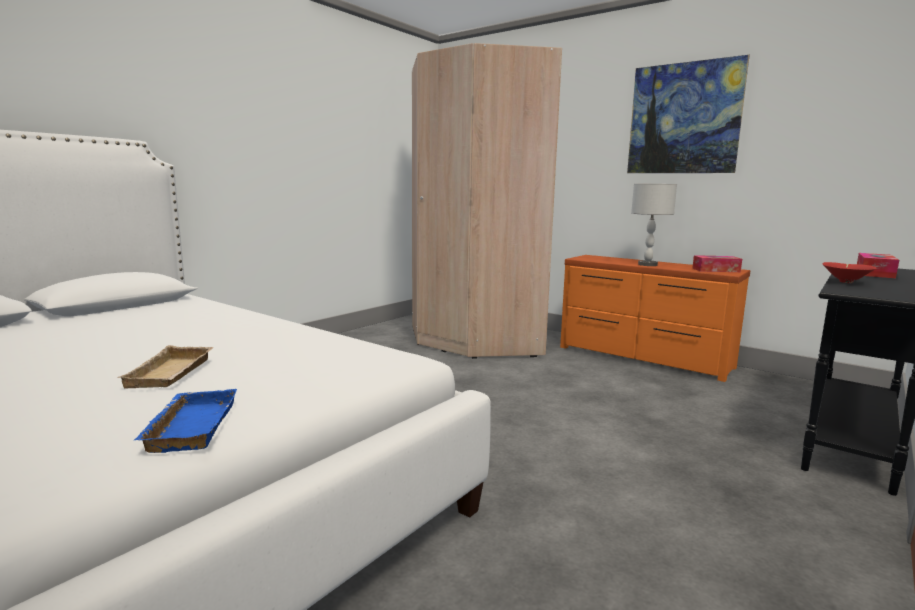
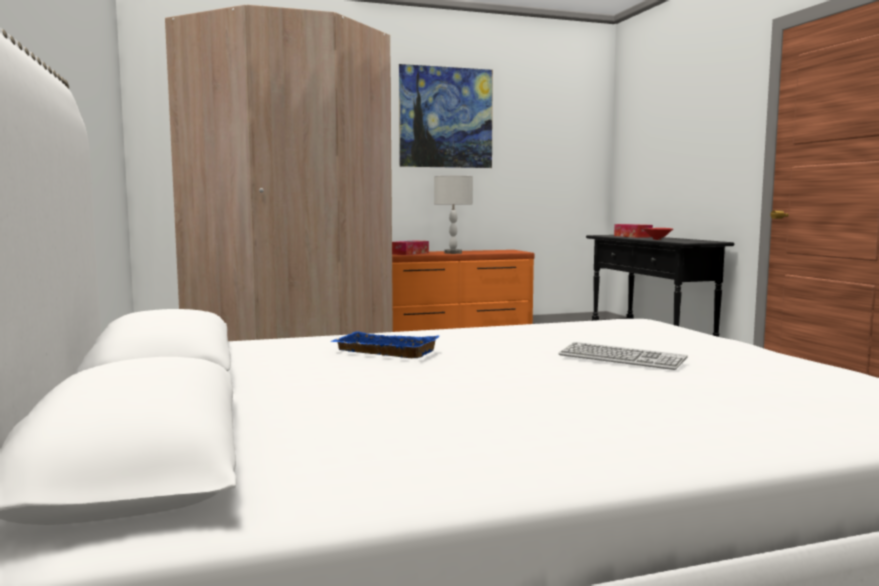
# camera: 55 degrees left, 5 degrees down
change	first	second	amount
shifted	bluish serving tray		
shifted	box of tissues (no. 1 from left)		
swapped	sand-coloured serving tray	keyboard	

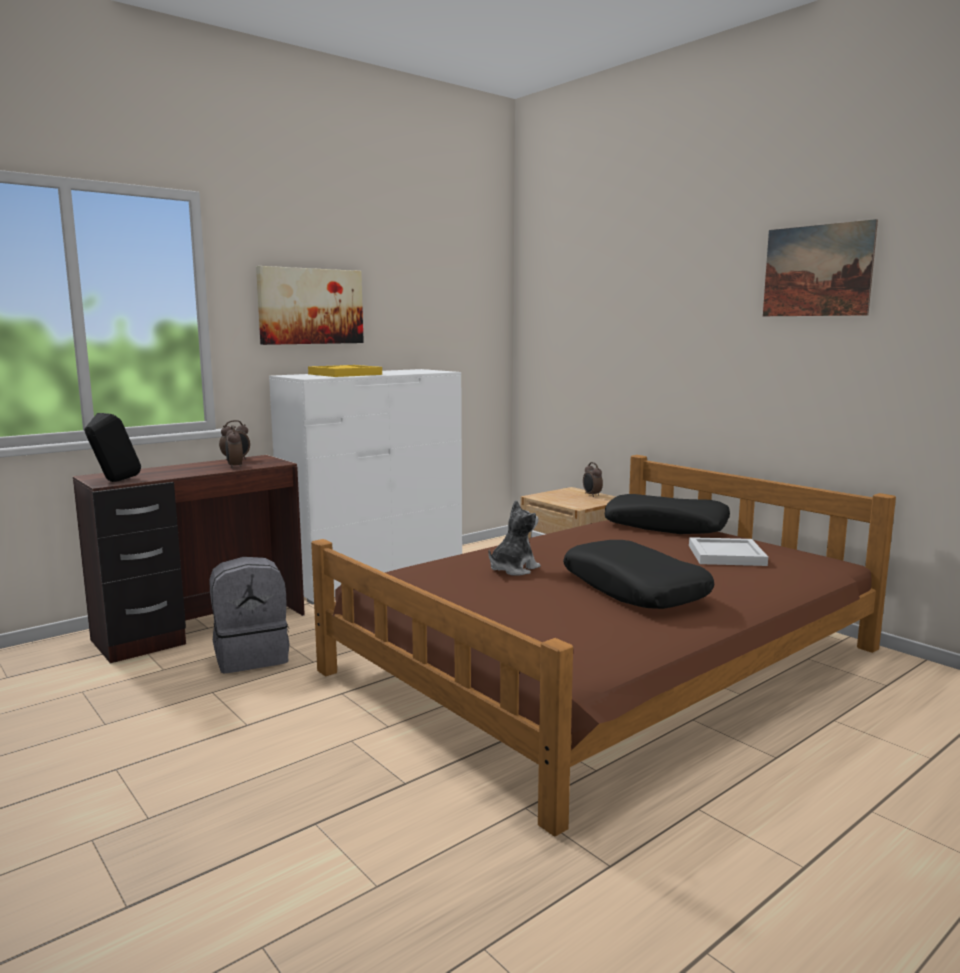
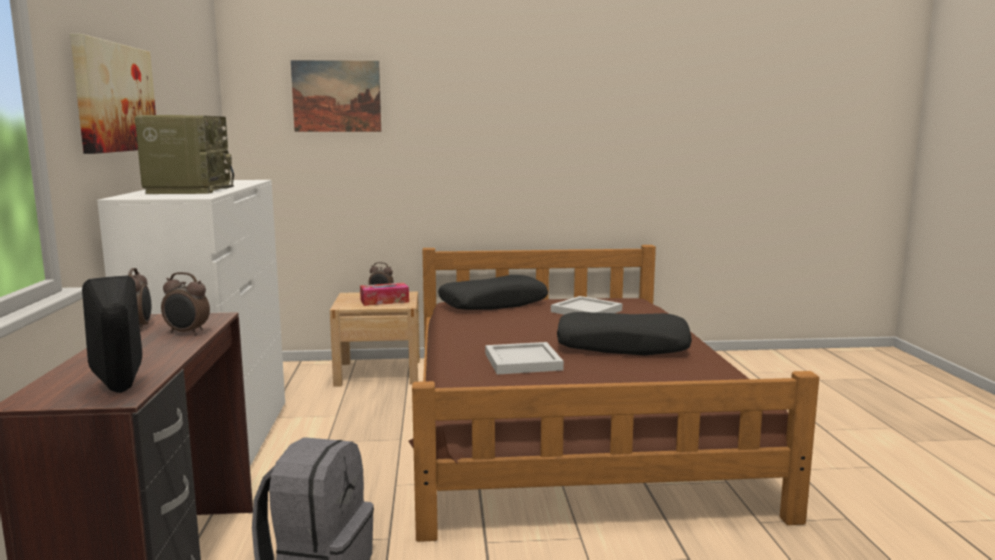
# camera: 55 degrees left, 0 degrees up
change	first	second	amount
new		box of tissues	
shifted	picture (no. 2 from left)		
swapped	yellow-coloured serving tray	radio set	
swapped	plush toy	white serving tray (no. 1 from left)	

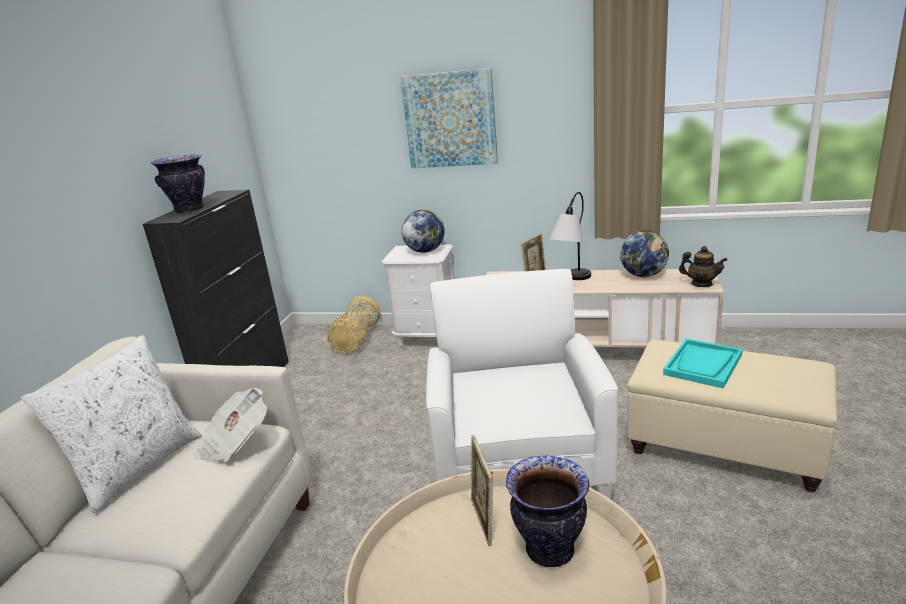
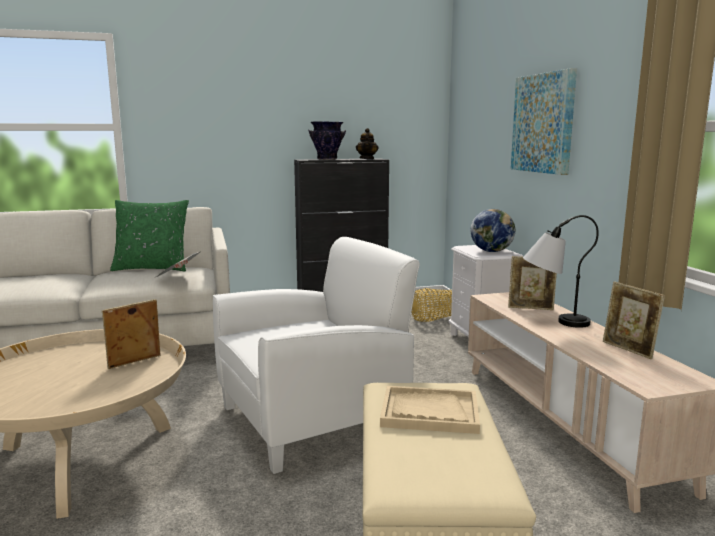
# camera: 60 degrees right, 10 degrees down
change	first	second	amount
gone	decorative vase (no. 2 from left)		
shifted	teapot		
swapped	globe (no. 2 from left)	standing frame (no. 3 from left)	
repainted	white pillow	green-coloured pillow	
repainted	turquoise serving tray	sand-coloured serving tray	

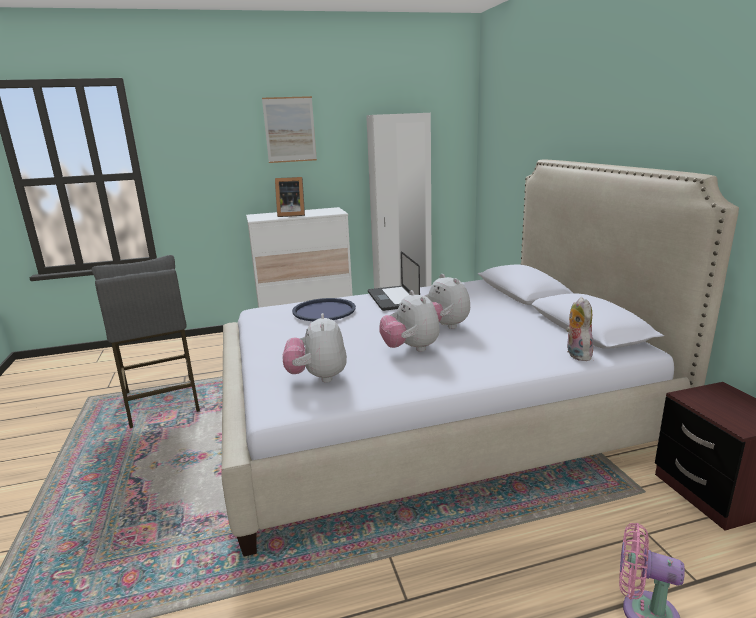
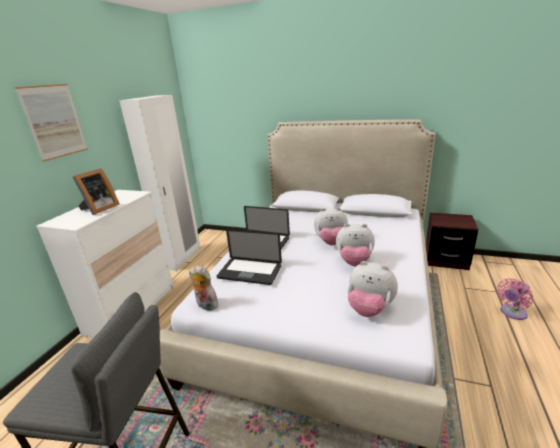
# camera: 55 degrees left, 5 degrees up
change	first	second	amount
shifted	plush toy (no. 4 from left in the first image)	plush toy (no. 1 from left)	
swapped	bluish serving tray	laptop (no. 1 from left)	

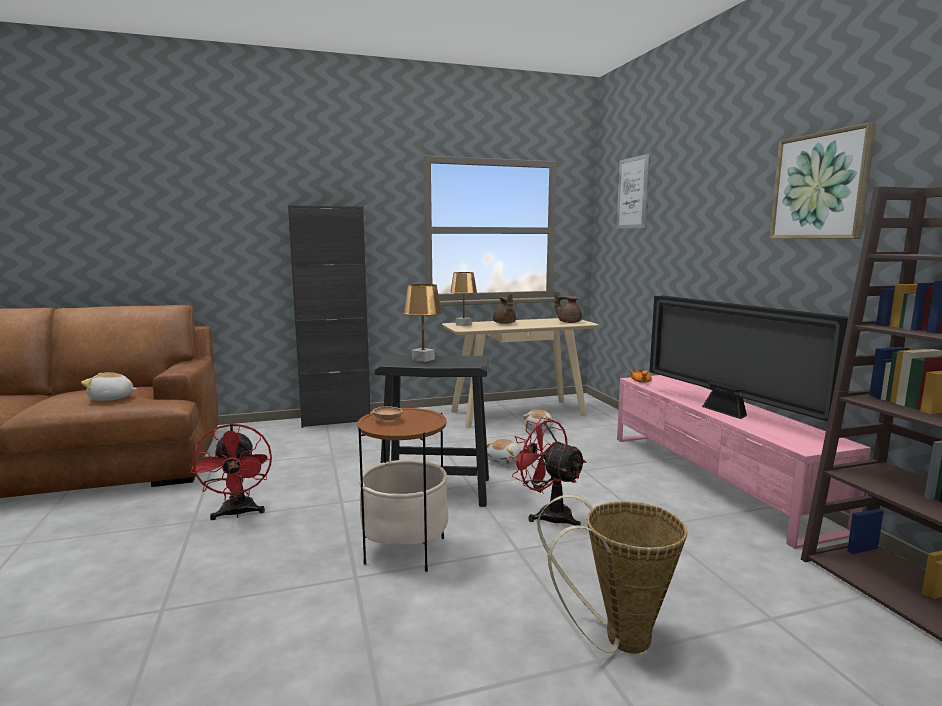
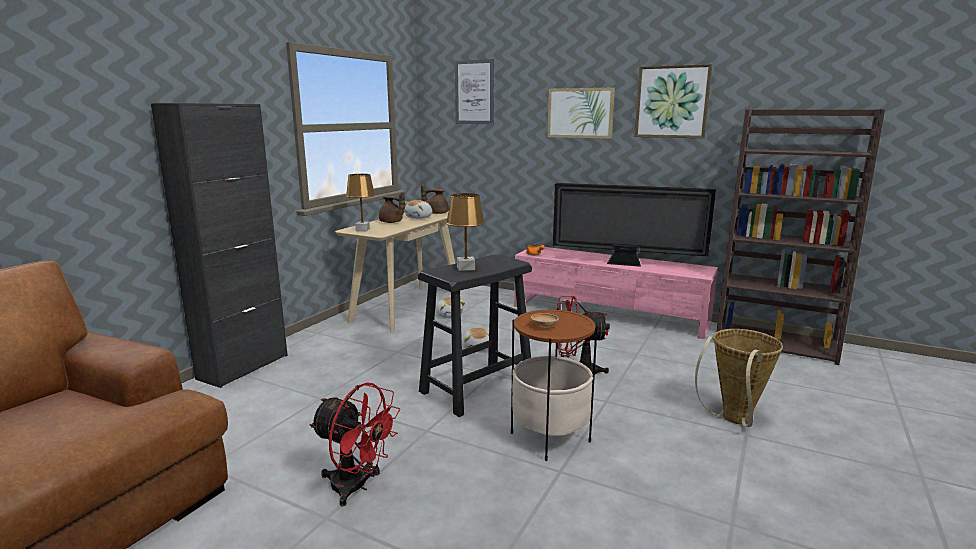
# camera: 45 degrees left, 5 degrees up
change	first	second	amount
new		picture (no. 2 from left)	
shifted	plush toy (no. 1 from left)		

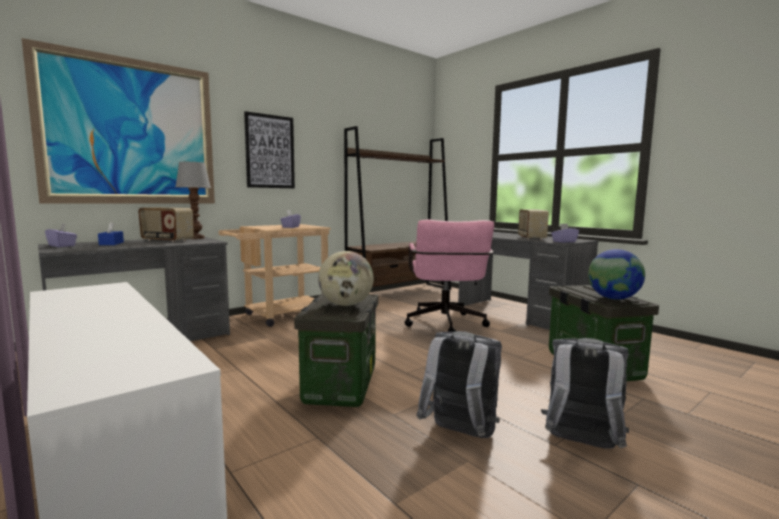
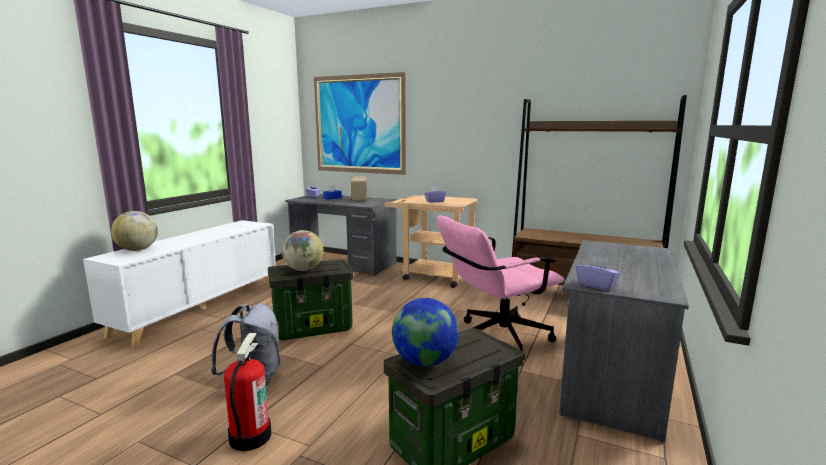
# camera: 65 degrees right, 5 degrees up
change	first	second	amount
gone	tabletop lamp		
gone	picture (no. 2 from left)		
gone	radio set (no. 2 from left)		
new		globe (no. 1 from left)	
swapped	greyish rucksack (no. 2 from left)	fire extinguisher	

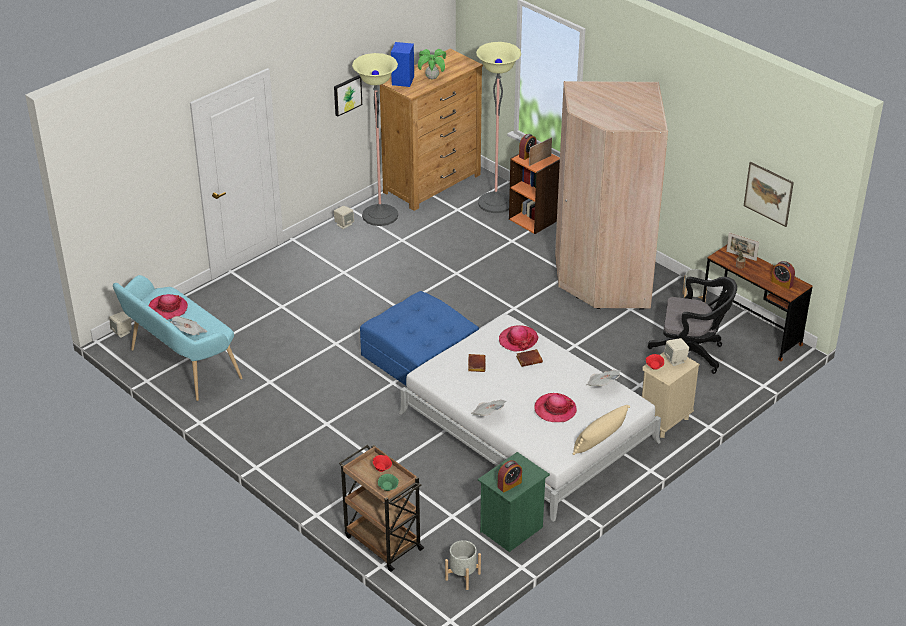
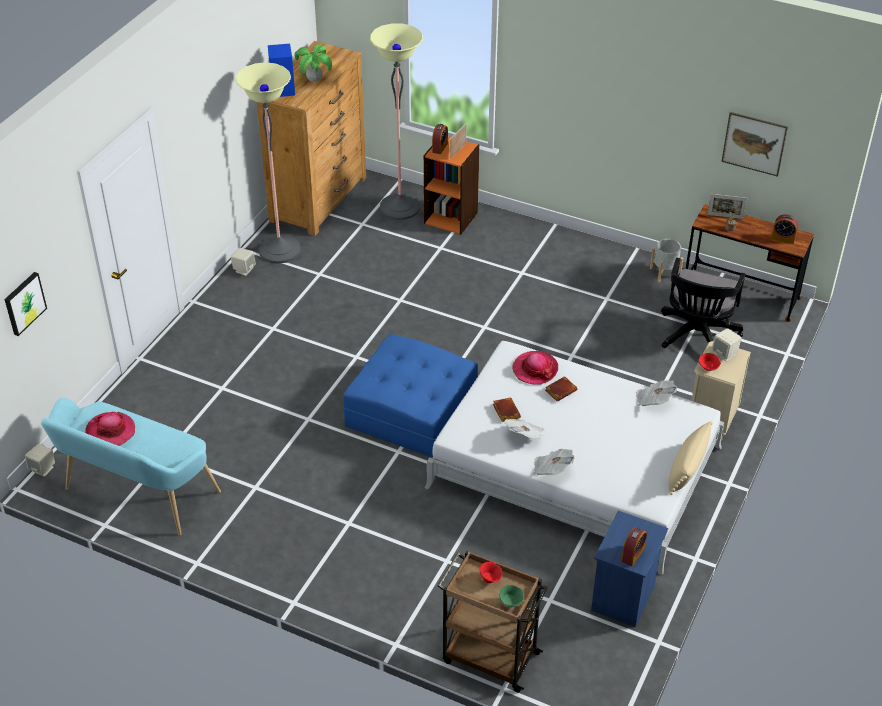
# camera: 20 degrees left, 5 degrees up
change	first	second	amount
gone	greyish plant pot (no. 1 from left)		
gone	wearable hat (no. 3 from left)		
gone	sand-coloured wardrobe		
shifted	printed paper (no. 1 from left)		
shifted	picture (no. 1 from left)		
repainted	green-coloured nightstand	bluish nightstand	
rotated	black desk chair		120 degrees clockwise

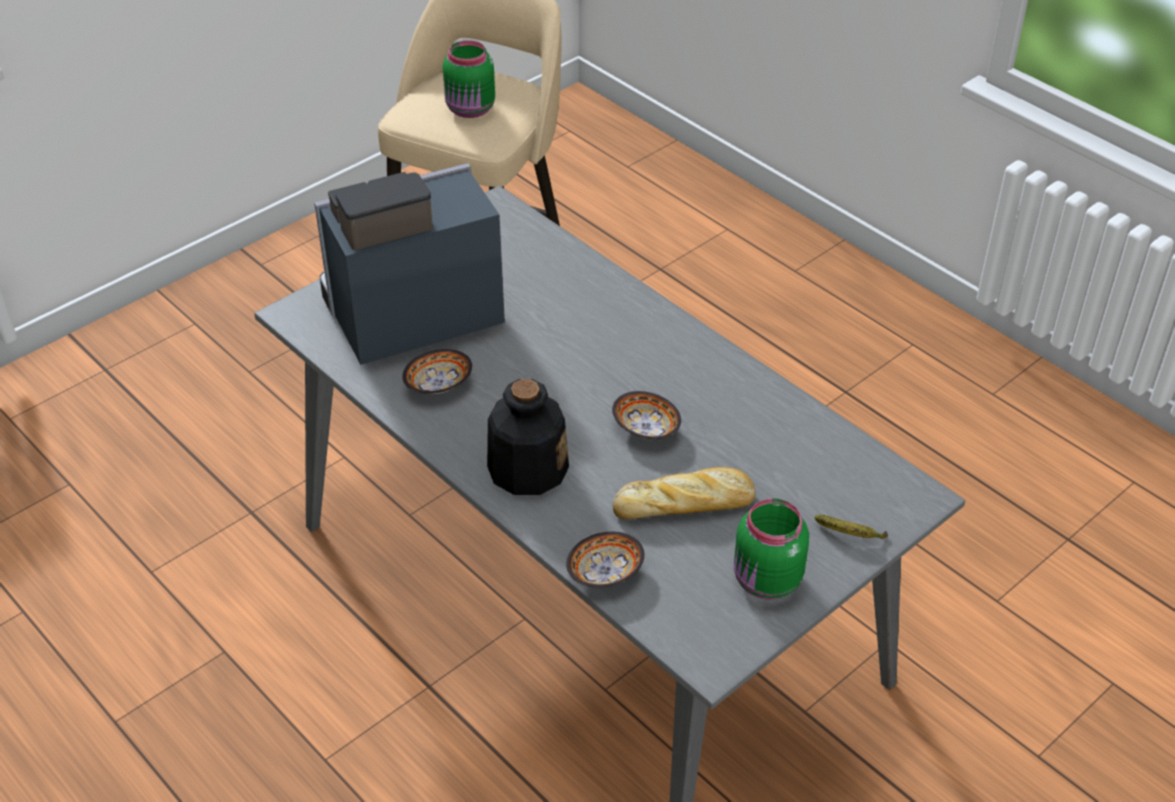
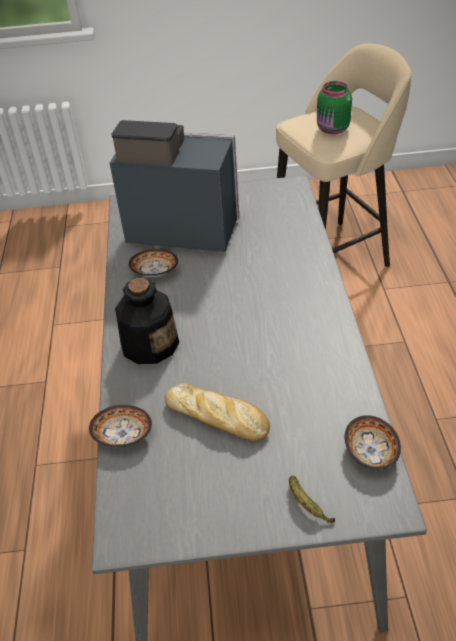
# camera: 40 degrees right, 0 degrees up
change	first	second	amount
gone	green-coloured jar (no. 2 from left)		
shifted	bowl (no. 3 from left)		

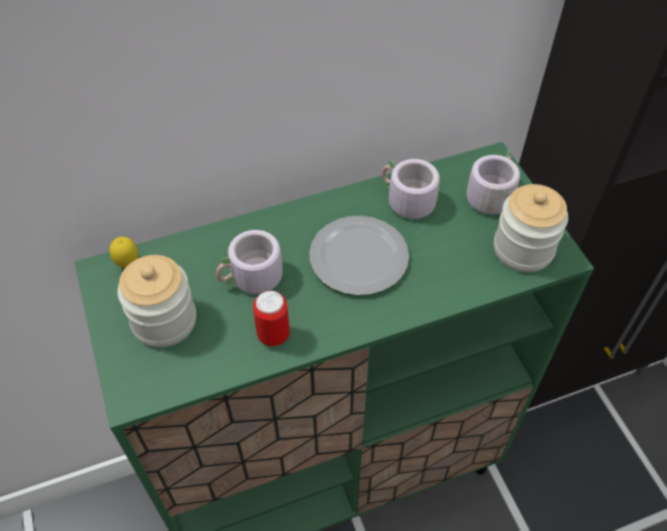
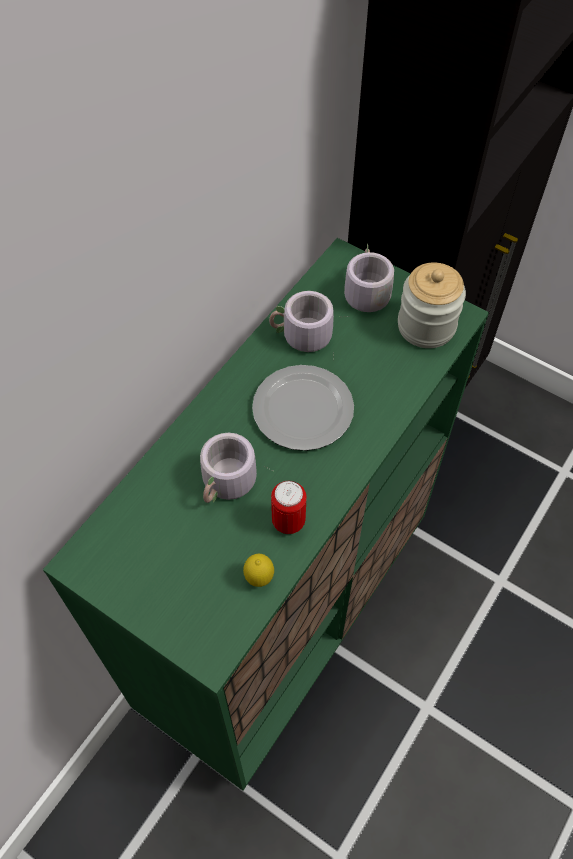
# camera: 35 degrees left, 5 degrees up
change	first	second	amount
gone	jar (no. 1 from left)		
shifted	whole lemon		

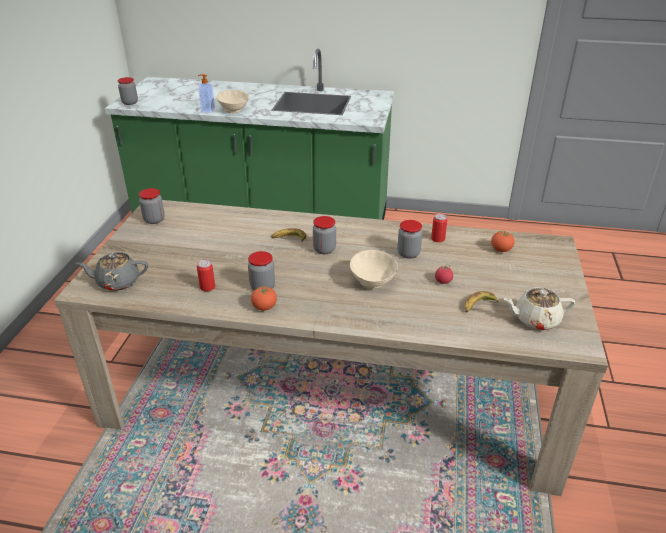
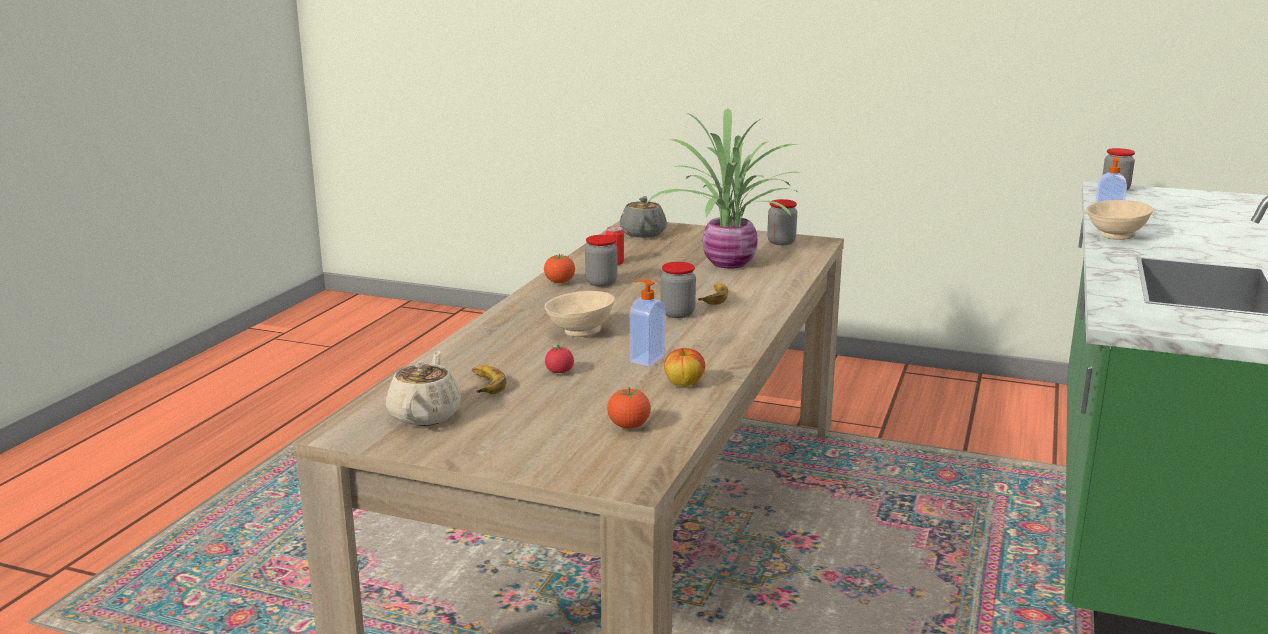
# camera: 100 degrees right, 15 degrees down
change	first	second	amount
new		houseplant	
swapped	jar (no. 5 from left)	soap dispenser (no. 1 from left)	
swapped	metal can (no. 2 from left)	apple	

